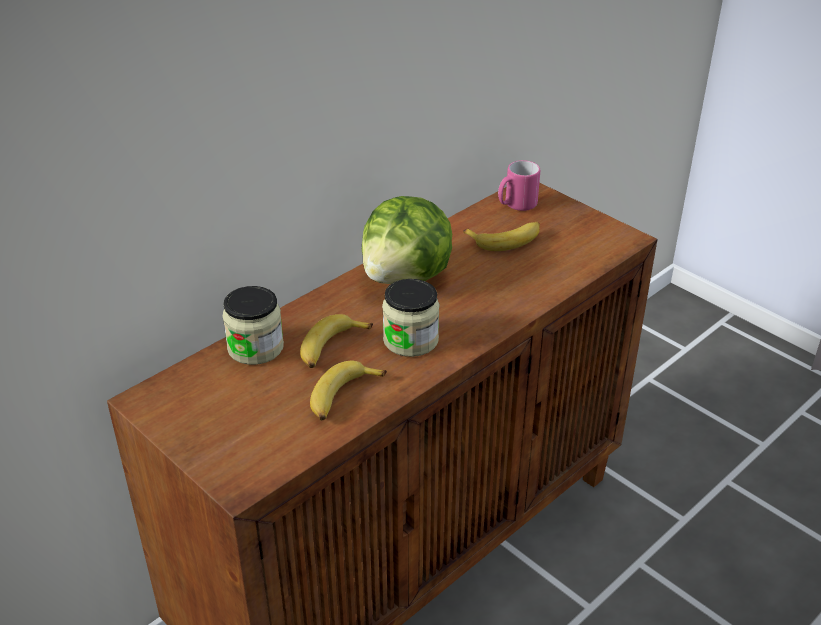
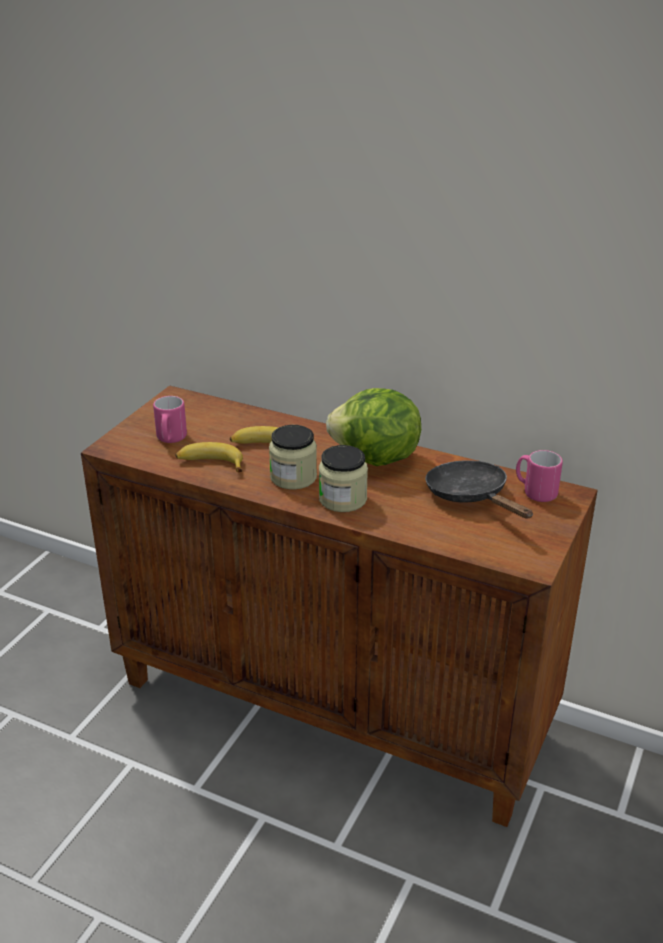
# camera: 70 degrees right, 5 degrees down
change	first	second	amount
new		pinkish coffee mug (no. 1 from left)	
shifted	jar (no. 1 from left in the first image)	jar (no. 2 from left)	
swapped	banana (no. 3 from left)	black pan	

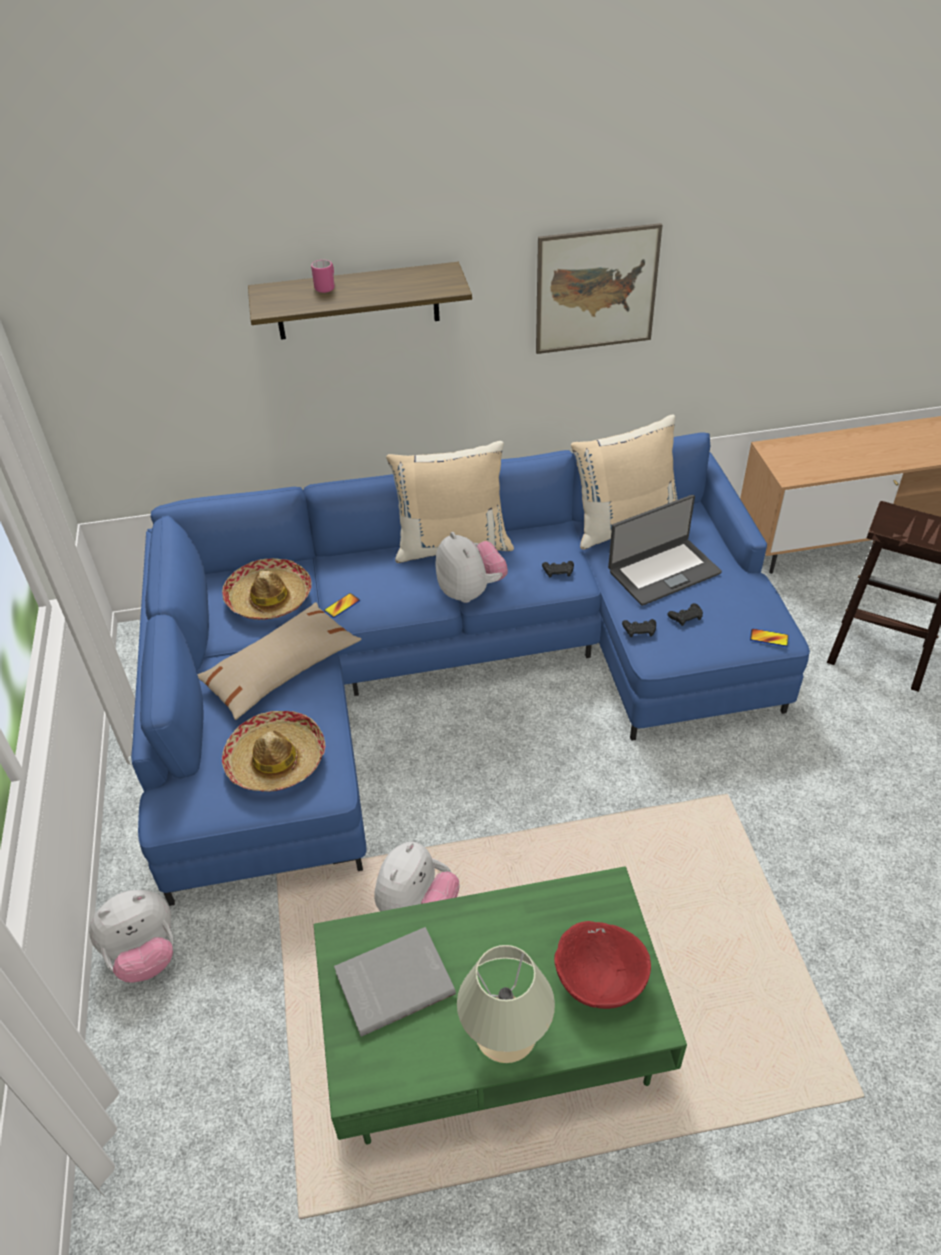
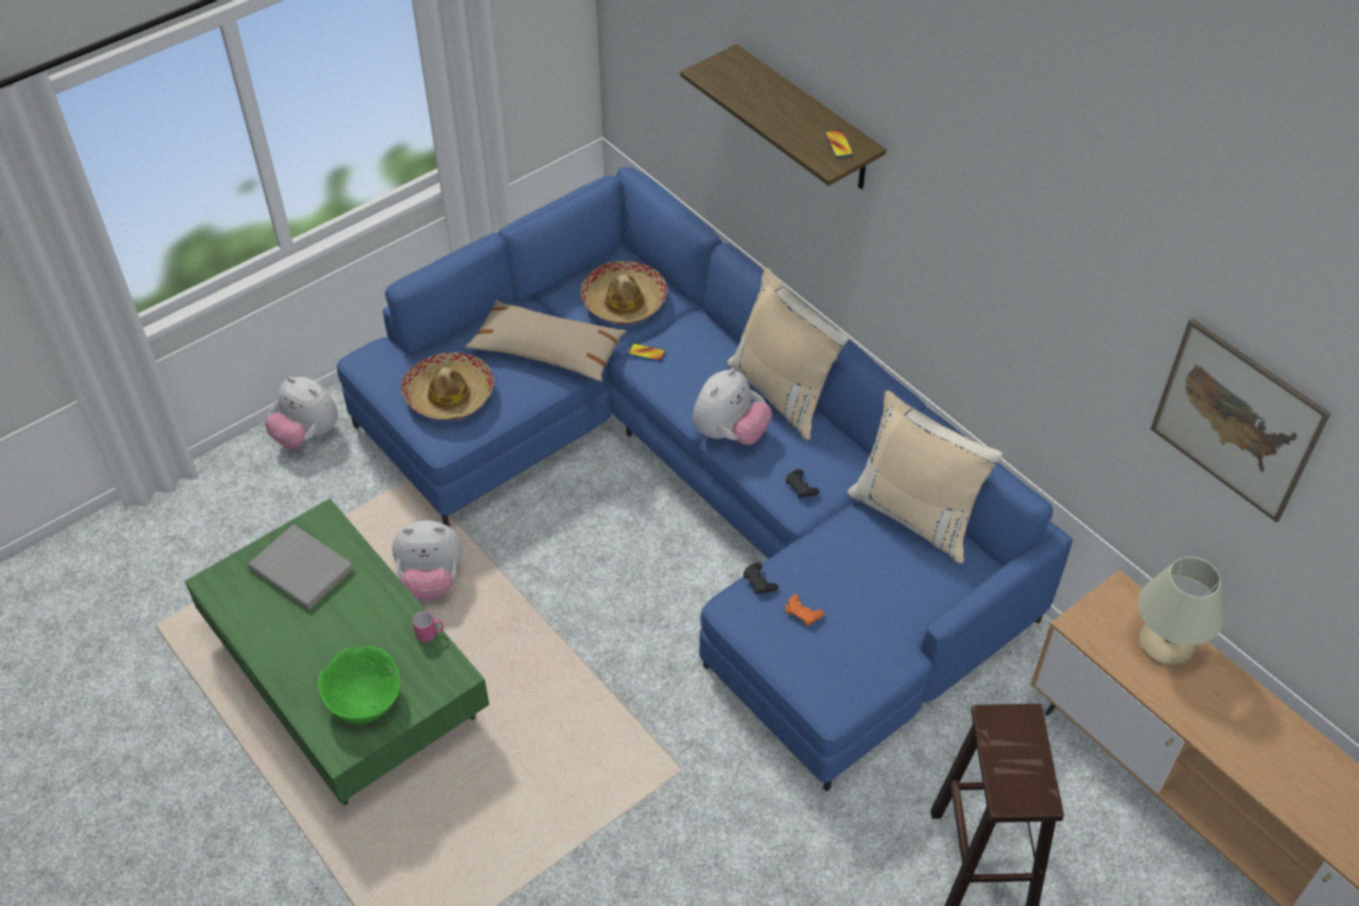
# camera: 60 degrees right, 5 degrees up
change	first	second	amount
gone	laptop		
shifted	pinkish coffee mug		
shifted	sand-coloured tabletop lamp		
shifted	picture		
shifted	phone (no. 2 from left)		
repainted	red-coloured bowl	green-coloured bowl	
repainted	black gamepad (no. 3 from left)	orangey gamepad	

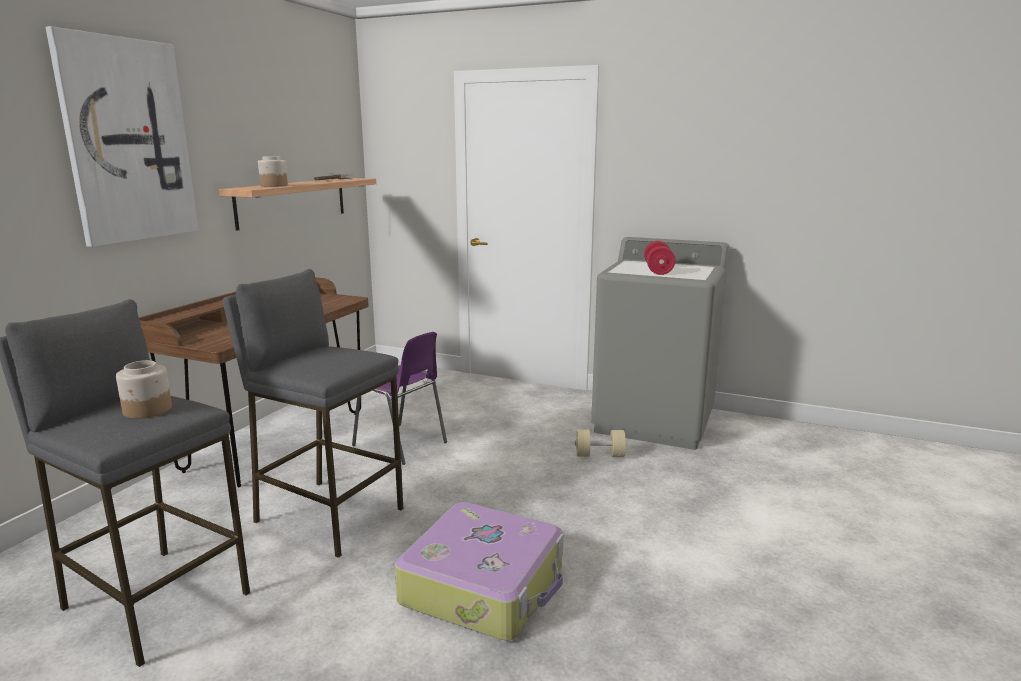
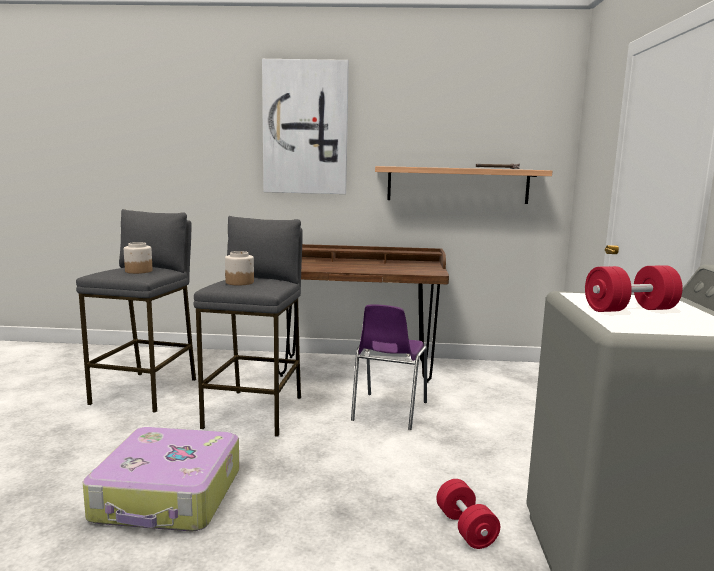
# camera: 70 degrees right, 5 degrees down
change	first	second	amount
shifted	jar (no. 2 from left)		
repainted	sand-coloured free weight	red-coloured free weight (no. 1 from left)	

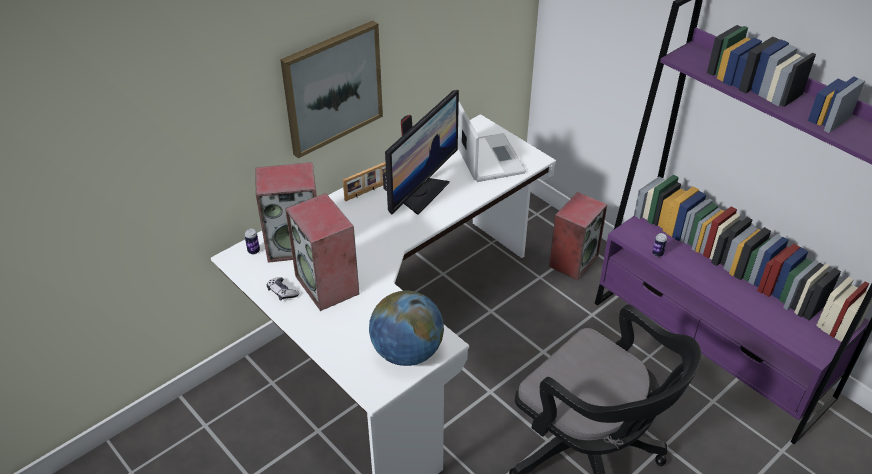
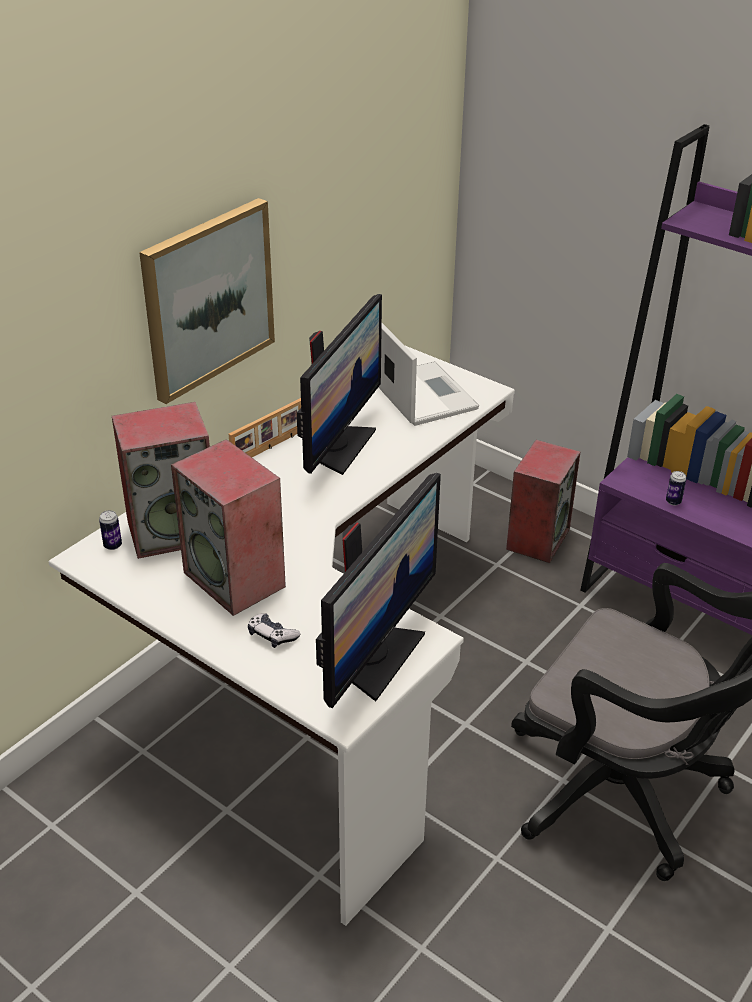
# camera: 10 degrees left, 5 degrees down
change	first	second	amount
shifted	gamepad		
swapped	globe	monitor (no. 2 from left)	

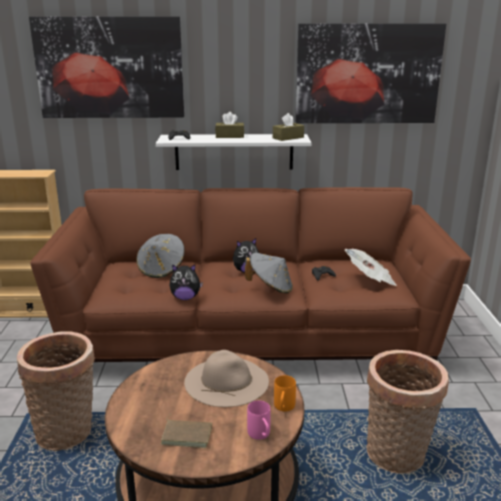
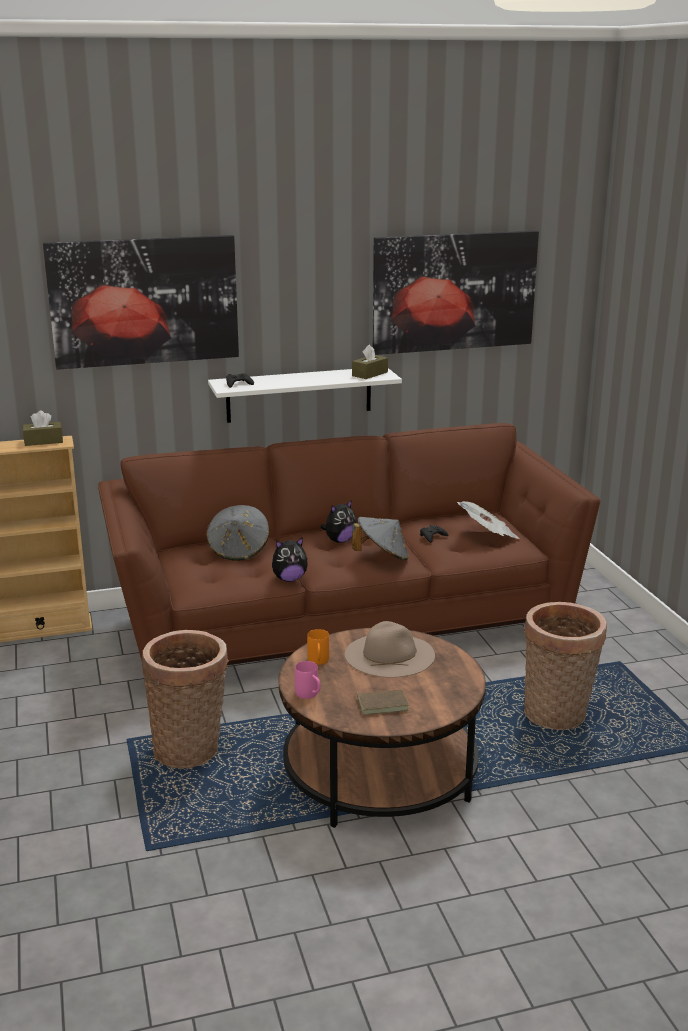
# camera: 15 degrees left, 0 degrees up
change	first	second	amount
shifted	brownish box of tissues (no. 1 from left)		
shifted	pinkish coffee mug		
shifted	orangey coffee mug		

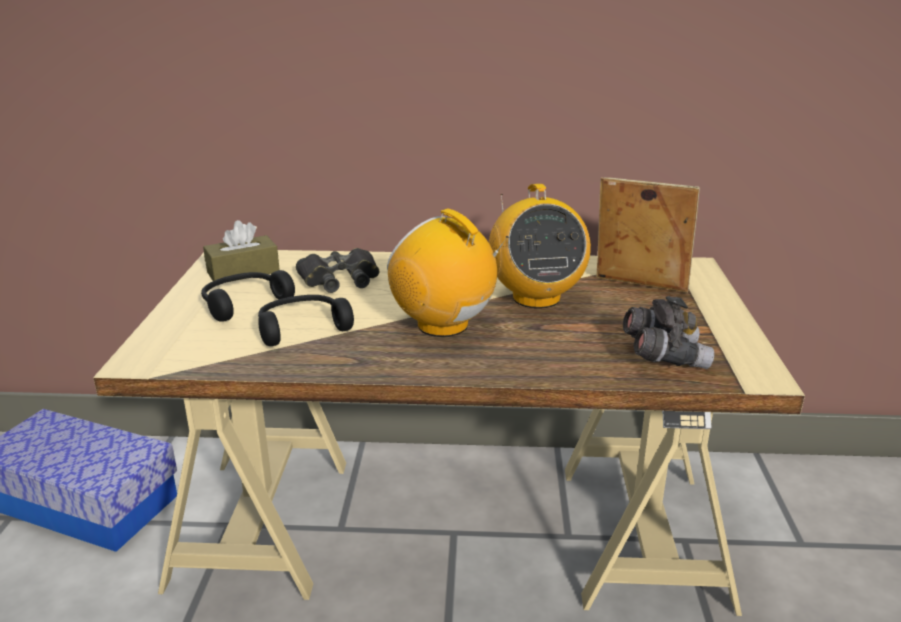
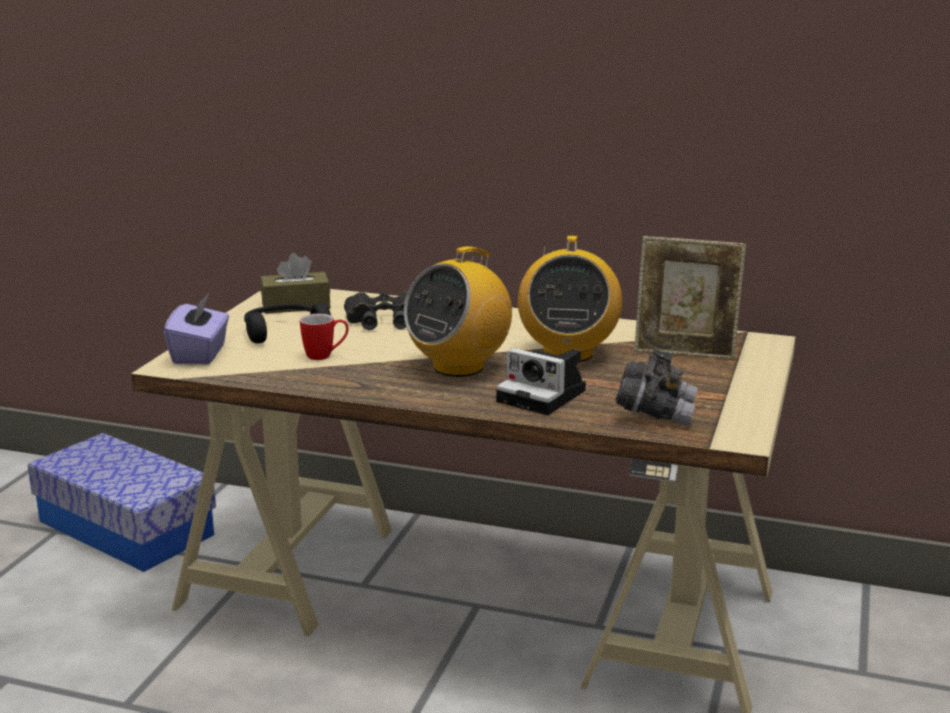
# camera: 15 degrees right, 5 degrees down
change	first	second	amount
new		purplish box of tissues	
new		photo camera	
swapped	black headset (no. 2 from left)	coffee mug	
rotated	radio set (no. 1 from left)		105 degrees counterclockwise
rotated	standing frame		150 degrees clockwise

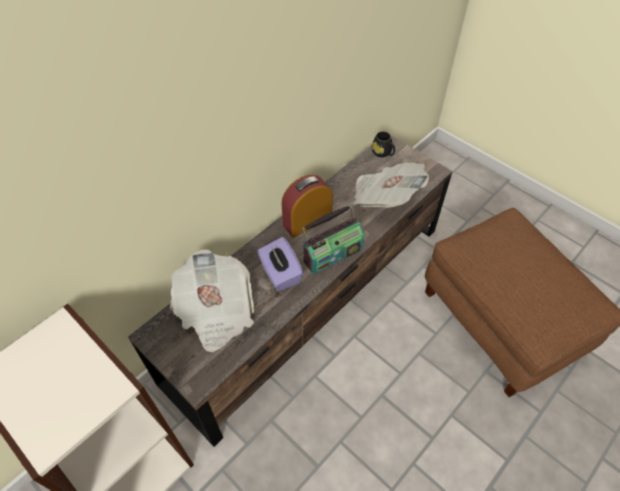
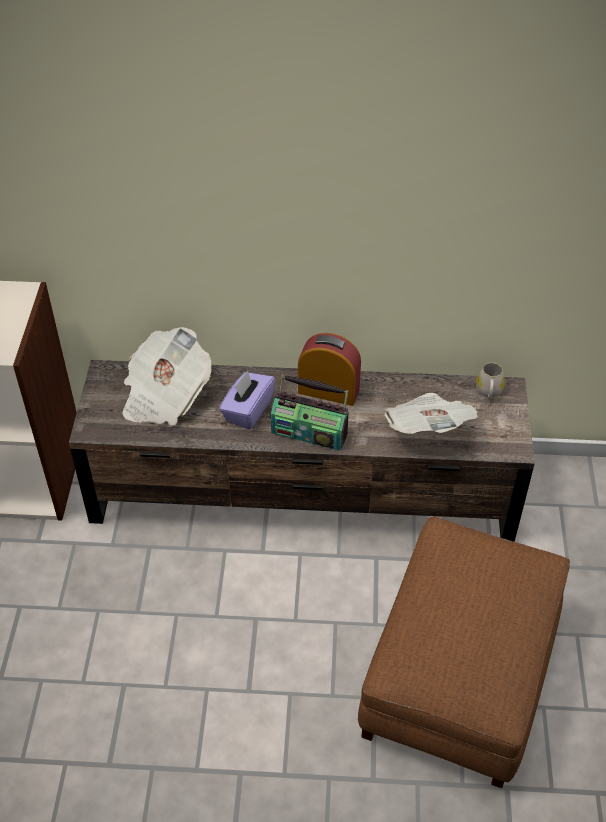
# camera: 50 degrees right, 5 degrees down
change	first	second	amount
repainted	black coffee mug	white coffee mug	

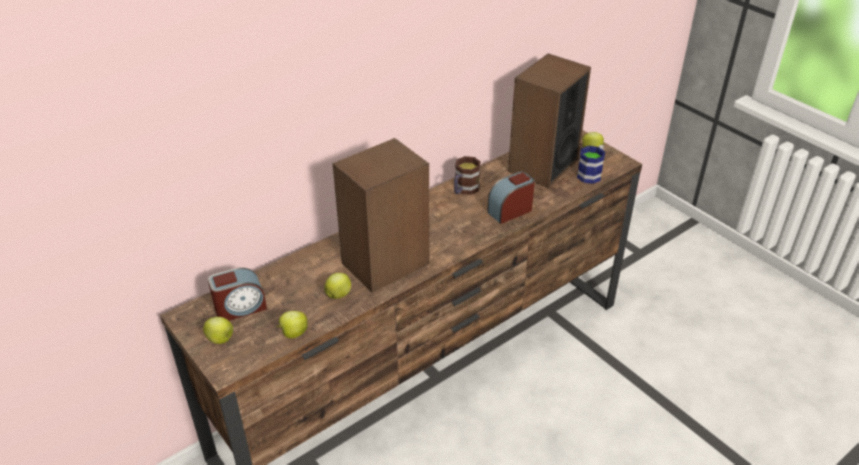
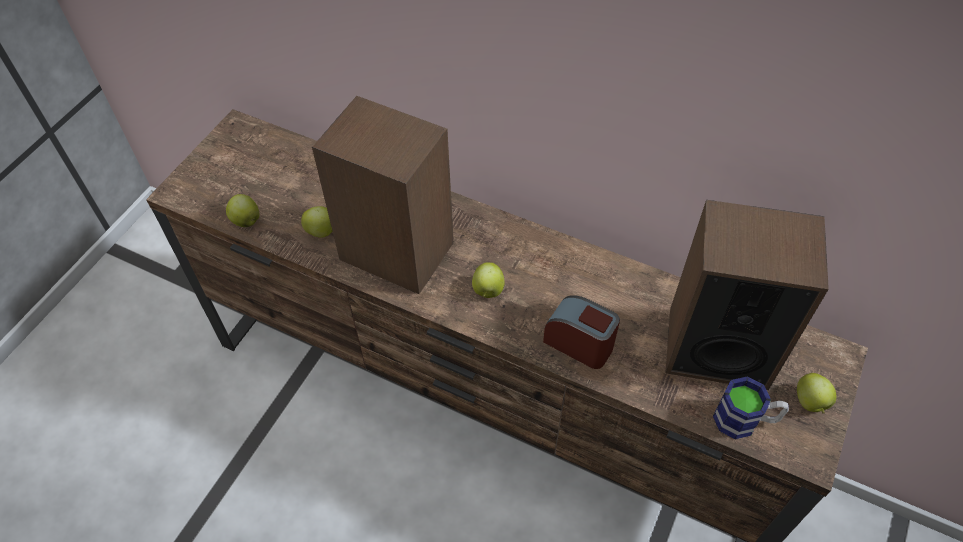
# camera: 65 degrees right, 15 degrees up
change	first	second	amount
gone	alarm clock (no. 1 from left)		
gone	coffee mug (no. 1 from left)		
shifted	apple (no. 1 from left in the first image)	apple (no. 3 from left)	

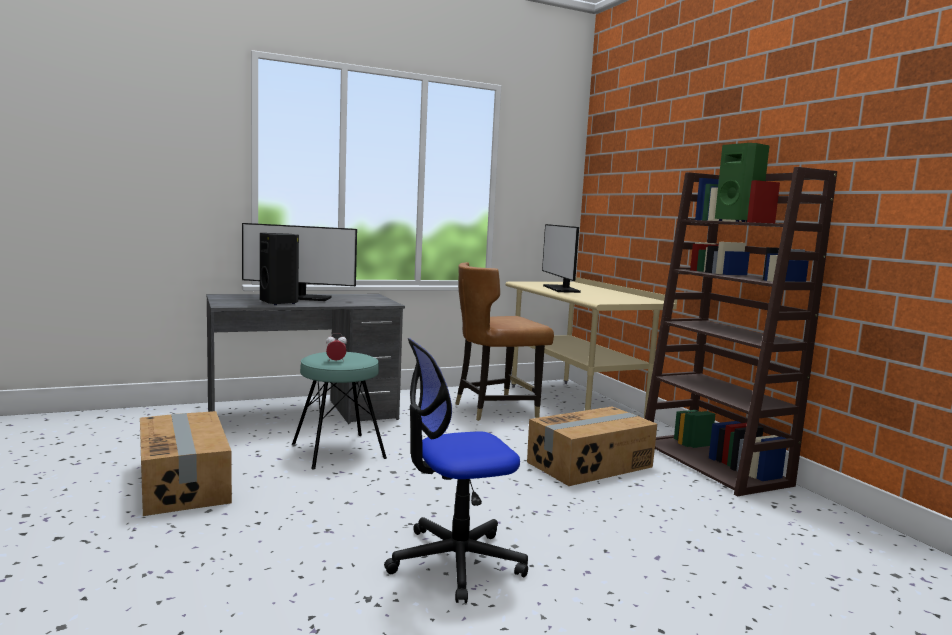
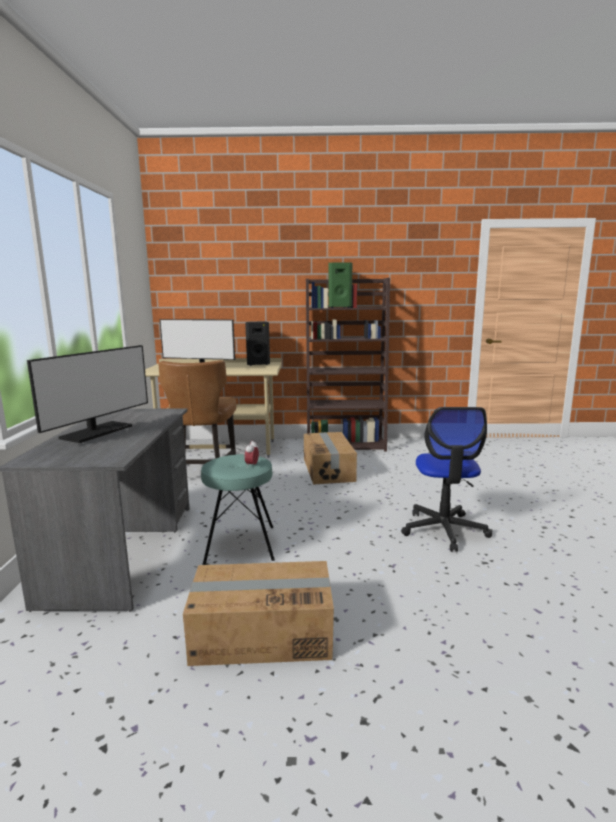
# camera: 65 degrees left, 5 degrees up
change	first	second	amount
shifted	black loudspeaker		

